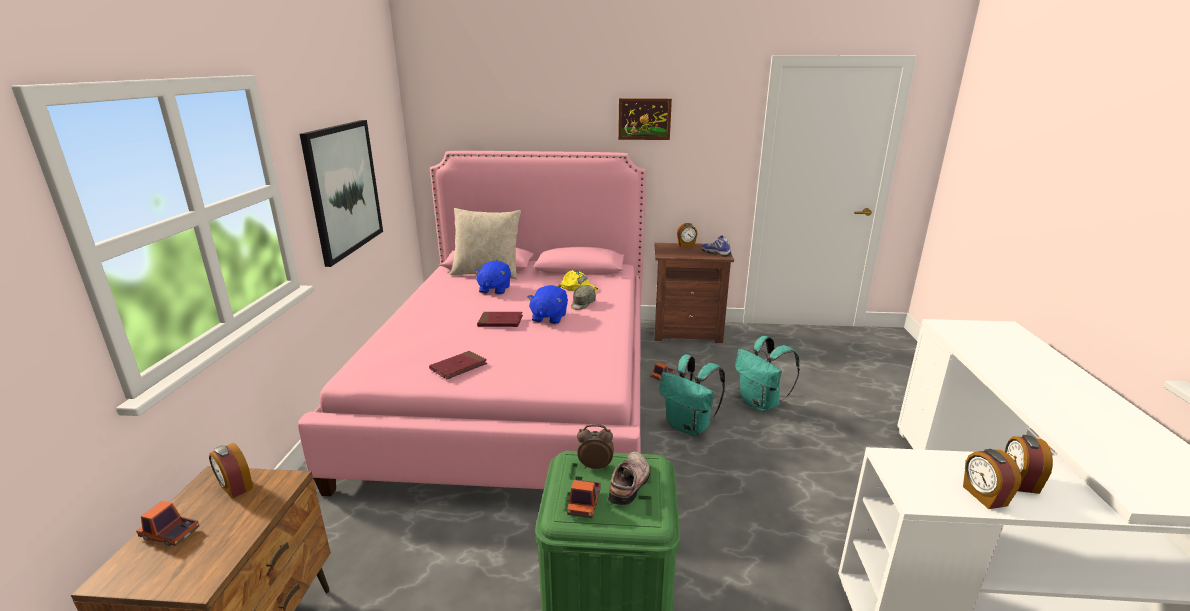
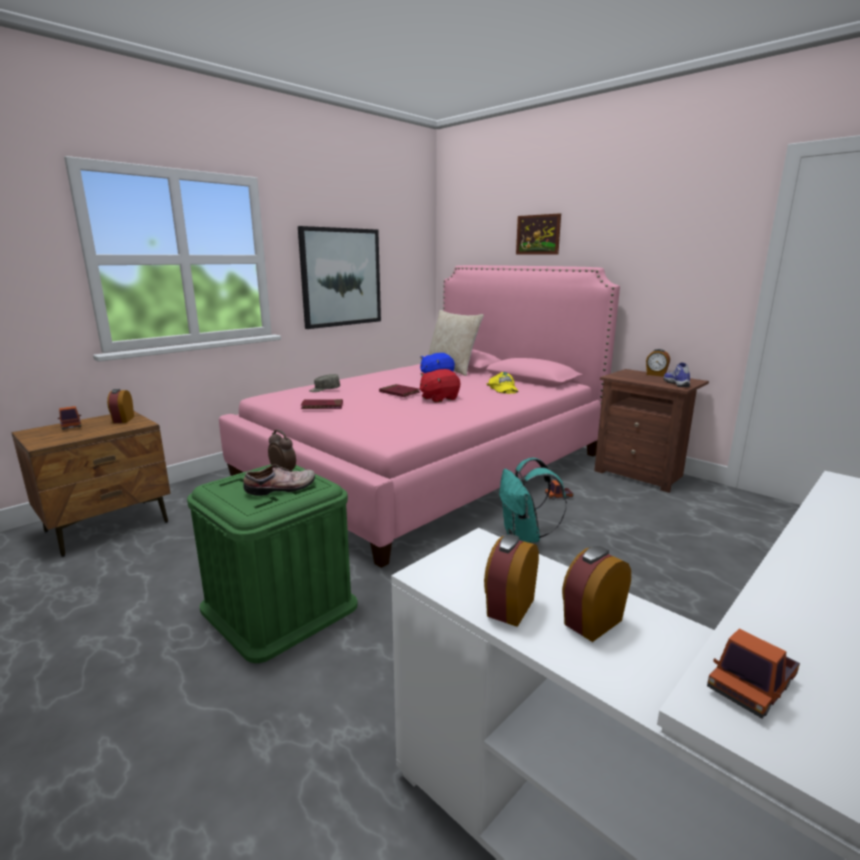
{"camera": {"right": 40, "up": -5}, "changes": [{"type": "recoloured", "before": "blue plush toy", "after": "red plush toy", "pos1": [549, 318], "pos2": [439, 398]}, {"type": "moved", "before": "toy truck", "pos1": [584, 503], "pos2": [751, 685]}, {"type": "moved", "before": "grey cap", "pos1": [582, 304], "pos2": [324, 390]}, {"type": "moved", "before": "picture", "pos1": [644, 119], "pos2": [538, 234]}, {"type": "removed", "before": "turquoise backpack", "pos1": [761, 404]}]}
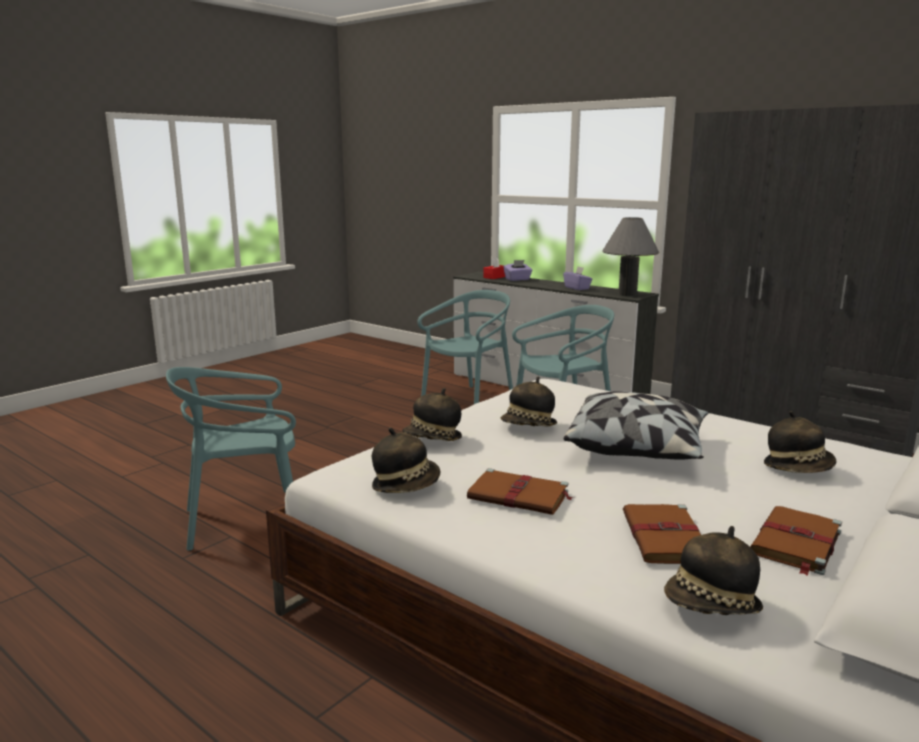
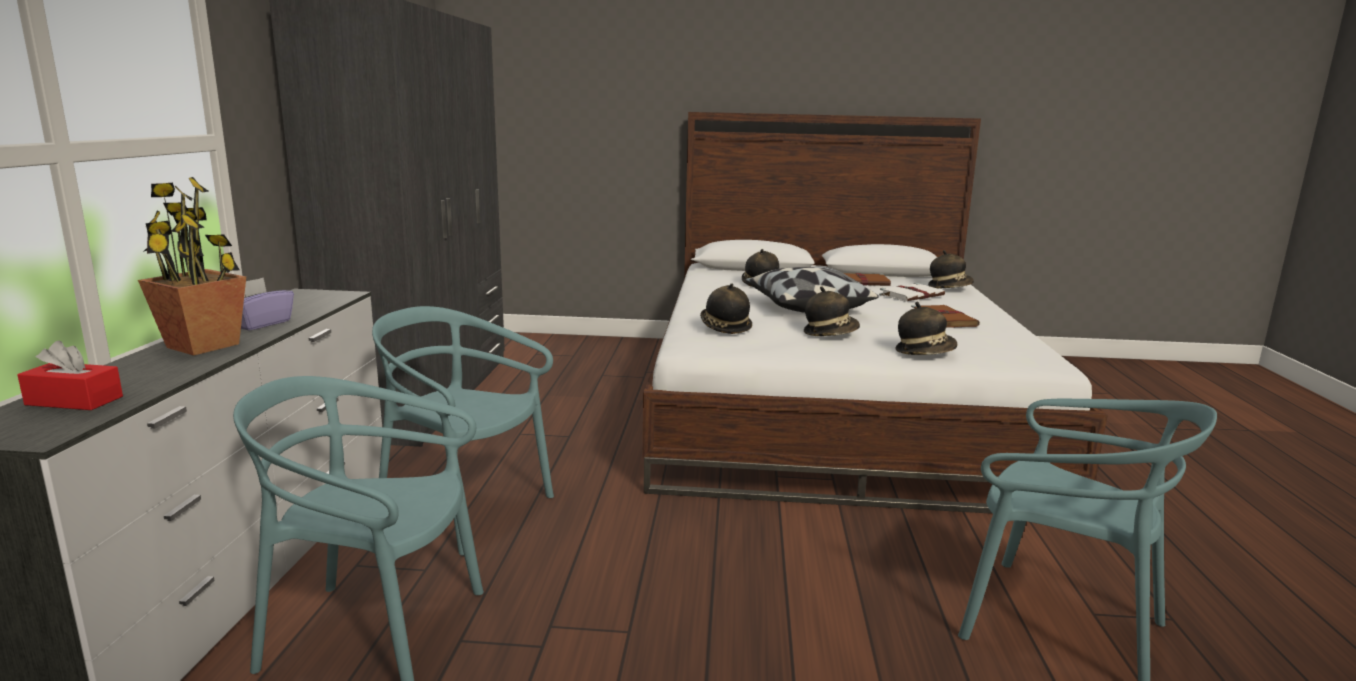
{"camera": {"right": -125, "up": 0}, "changes": [{"type": "moved", "before": "hat", "pos1": [406, 485], "pos2": [724, 327]}, {"type": "removed", "before": "purple tissue box", "pos1": [517, 279]}, {"type": "removed", "before": "grey table lamp", "pos1": [627, 294]}, {"type": "recoloured", "before": "brown book", "after": "white book", "pos1": [665, 538], "pos2": [912, 295]}, {"type": "added", "after": "potted plant", "pos2": [203, 346]}]}
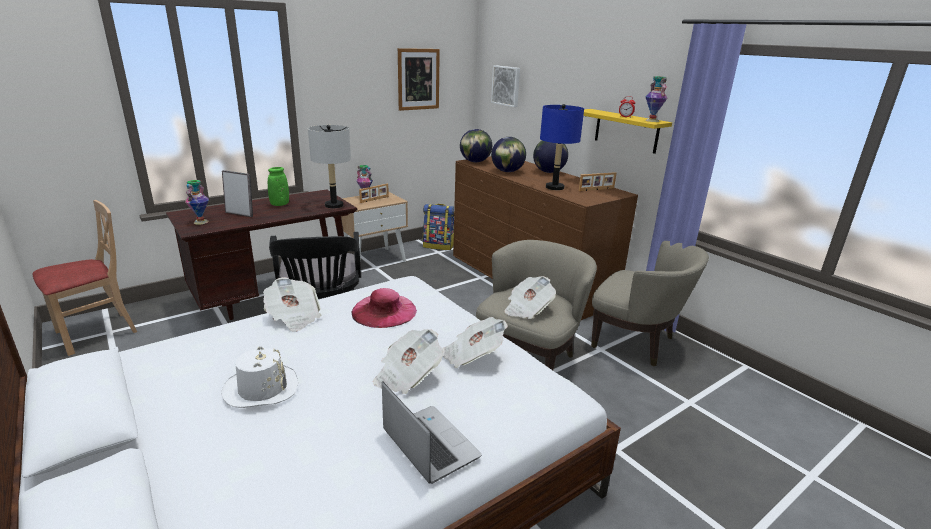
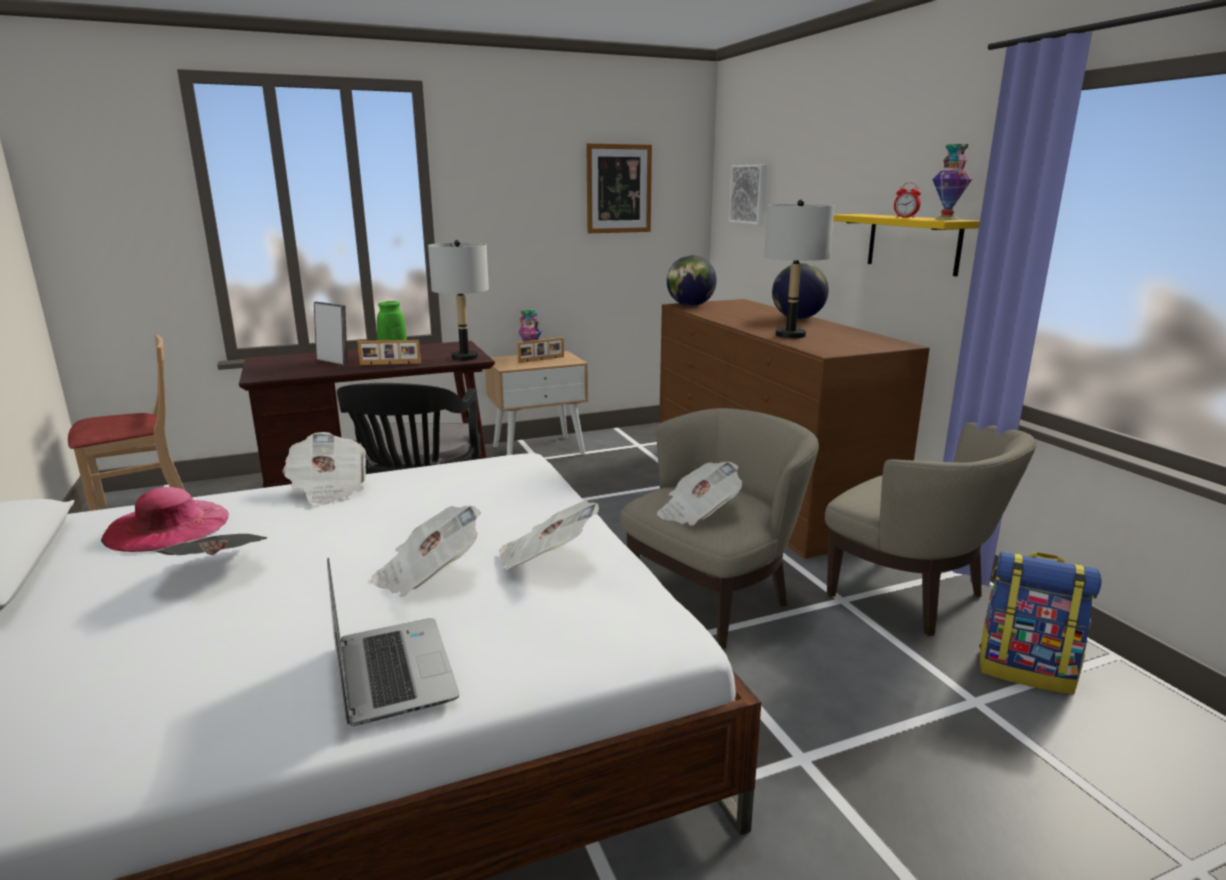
{"camera": {"right": 15, "up": -5}, "changes": [{"type": "removed", "before": "vase", "pos1": [201, 222]}, {"type": "replaced", "before": "white hat", "after": "newspaper", "pos1": [261, 388], "pos2": [217, 570]}, {"type": "moved", "before": "pink hat", "pos1": [384, 311], "pos2": [167, 526]}, {"type": "moved", "before": "backpack", "pos1": [439, 246], "pos2": [1026, 670]}, {"type": "removed", "before": "globe", "pos1": [507, 171]}, {"type": "recoloured", "before": "blue table lamp", "after": "grey table lamp", "pos1": [555, 187], "pos2": [790, 335]}, {"type": "moved", "before": "picture frame", "pos1": [596, 189], "pos2": [390, 364]}]}
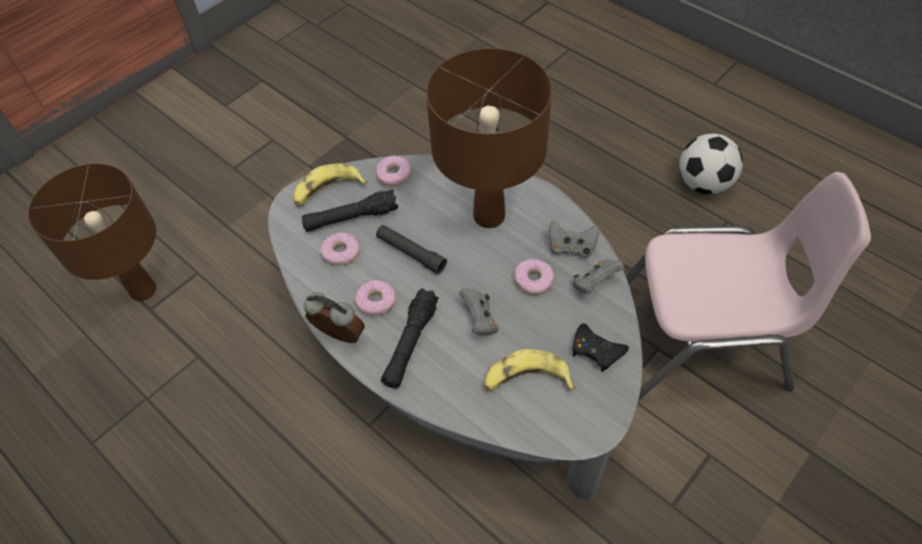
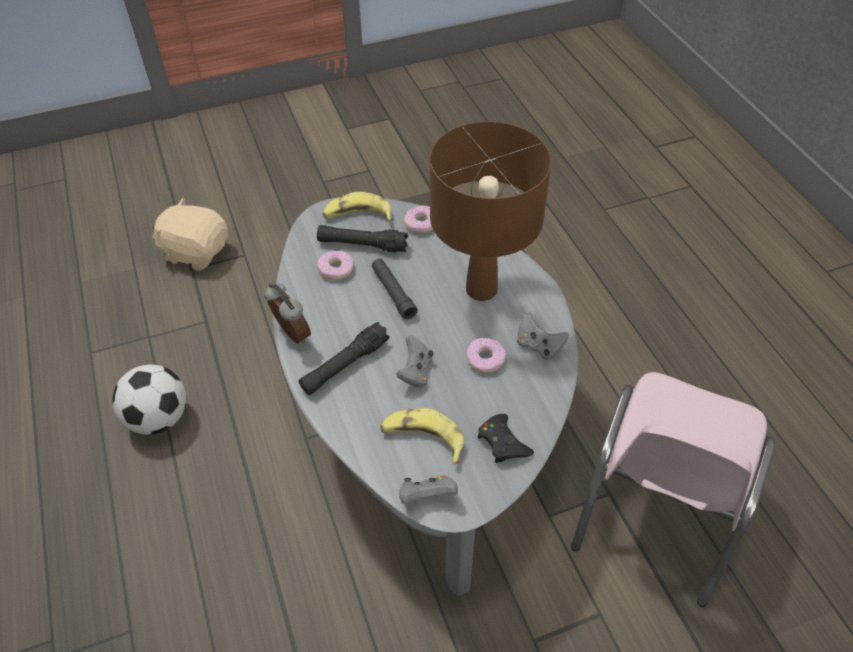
{"camera": {"right": 25, "up": -5}, "changes": [{"type": "replaced", "before": "brown table lamp", "after": "beige plush toy", "pos1": [143, 290], "pos2": [196, 252]}, {"type": "removed", "before": "donut", "pos1": [376, 301]}, {"type": "moved", "before": "grey game controller", "pos1": [594, 284], "pos2": [427, 496]}, {"type": "turned", "before": "pink chair", "pos1": [701, 340], "pos2": [658, 506], "turn": 90}, {"type": "moved", "before": "football", "pos1": [703, 184], "pos2": [159, 418]}]}
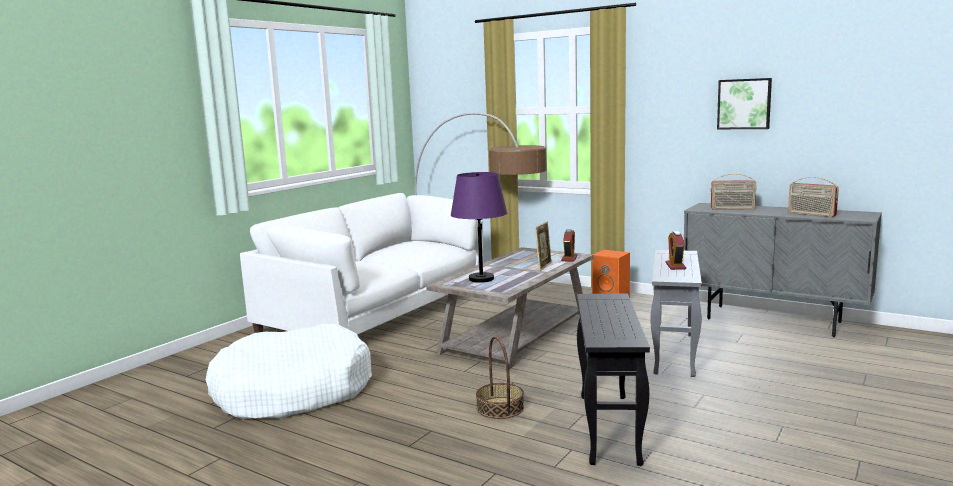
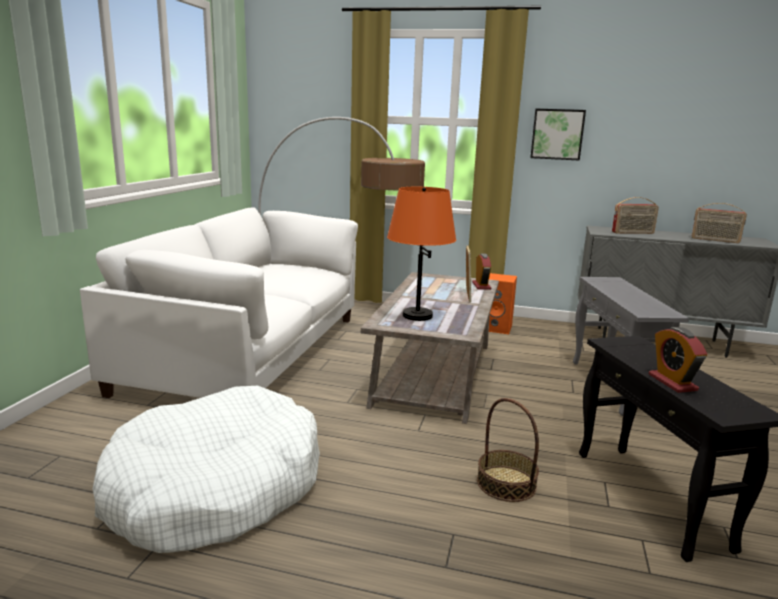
{"camera": {"right": -20, "up": 5}, "changes": [{"type": "recoloured", "before": "purple table lamp", "after": "orange table lamp", "pos1": [481, 279], "pos2": [417, 315]}, {"type": "moved", "before": "alarm clock", "pos1": [675, 266], "pos2": [672, 382]}, {"type": "moved", "before": "picture", "pos1": [744, 104], "pos2": [557, 134]}]}
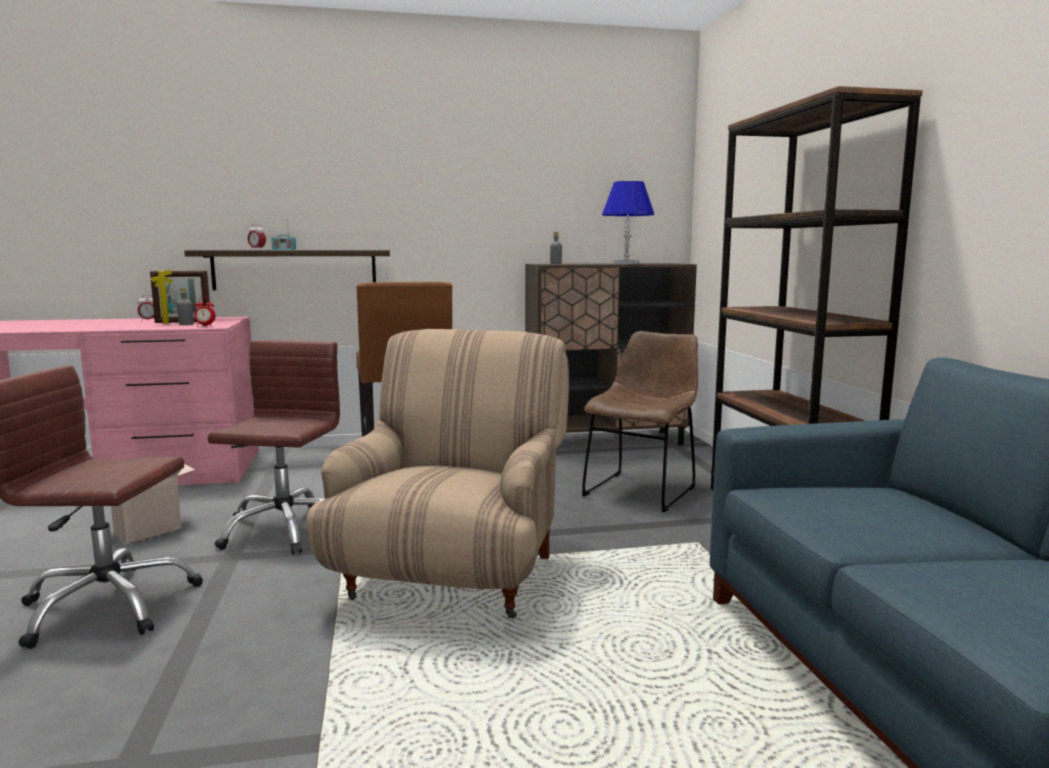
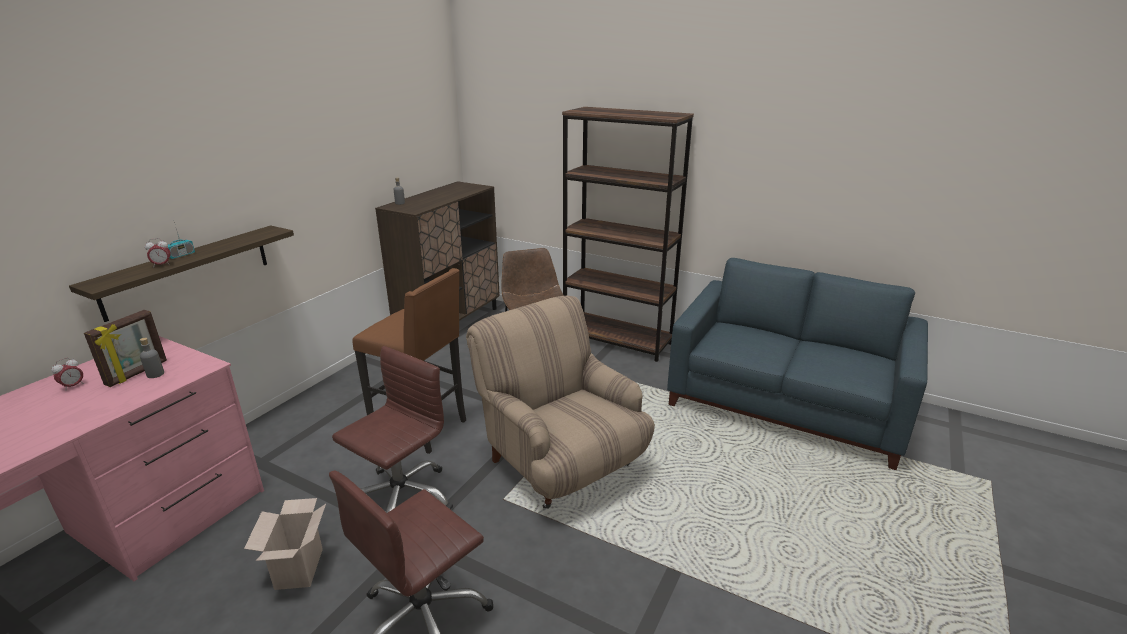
{"camera": {"right": -50, "up": 15}, "changes": [{"type": "removed", "before": "alarm clock", "pos1": [205, 326]}, {"type": "turned", "before": "brown office chair", "pos1": [284, 529], "pos2": [401, 499], "turn": 75}, {"type": "removed", "before": "blue table lamp", "pos1": [626, 263]}]}
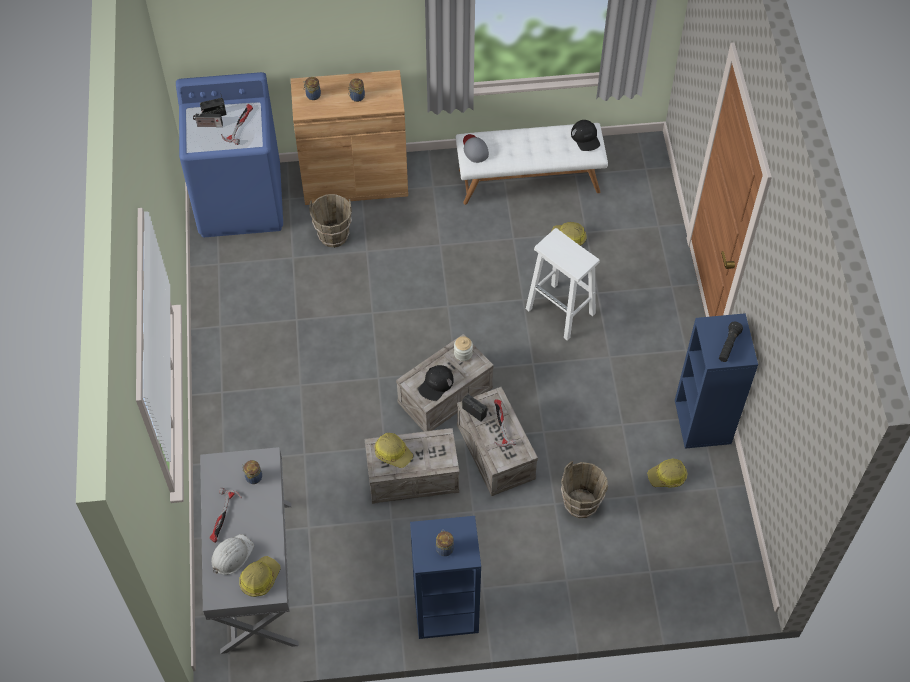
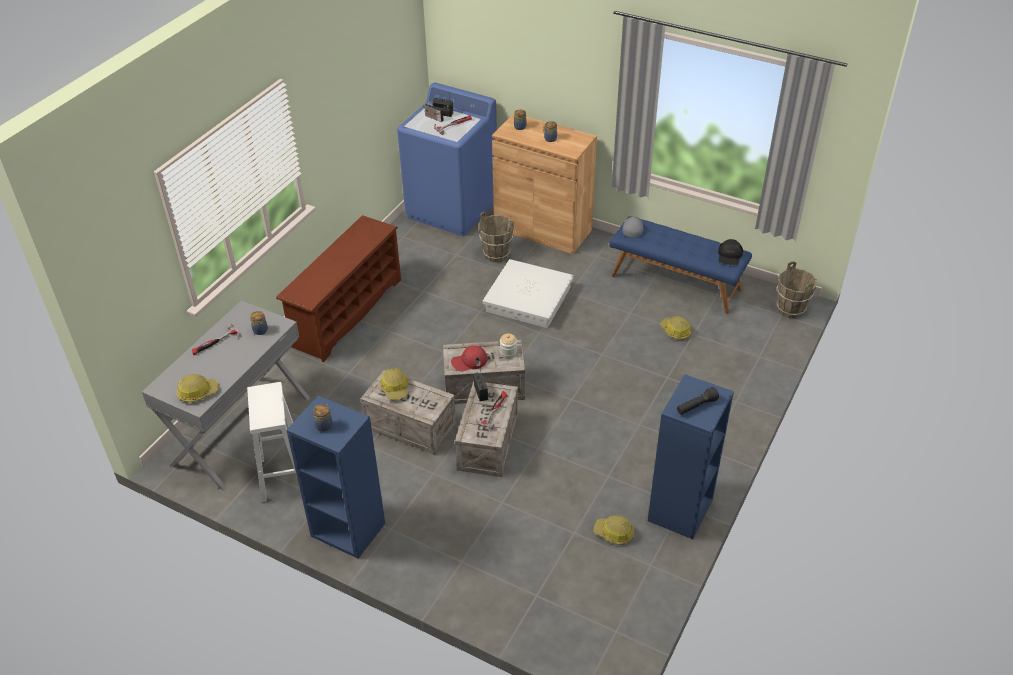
{"camera": {"right": 35, "up": -15}, "changes": [{"type": "removed", "before": "white hard hat", "pos1": [231, 555]}, {"type": "recoloured", "before": "black cap", "after": "red cap", "pos1": [436, 384], "pos2": [469, 361]}, {"type": "recoloured", "before": "white bench", "after": "blue bench", "pos1": [529, 180], "pos2": [676, 282]}, {"type": "moved", "before": "white stool", "pos1": [561, 311], "pos2": [283, 477]}, {"type": "moved", "before": "brown bucket", "pos1": [580, 504], "pos2": [790, 310]}, {"type": "added", "after": "brown shoe rack", "pos2": [346, 312]}, {"type": "added", "after": "white storage box", "pos2": [529, 299]}]}
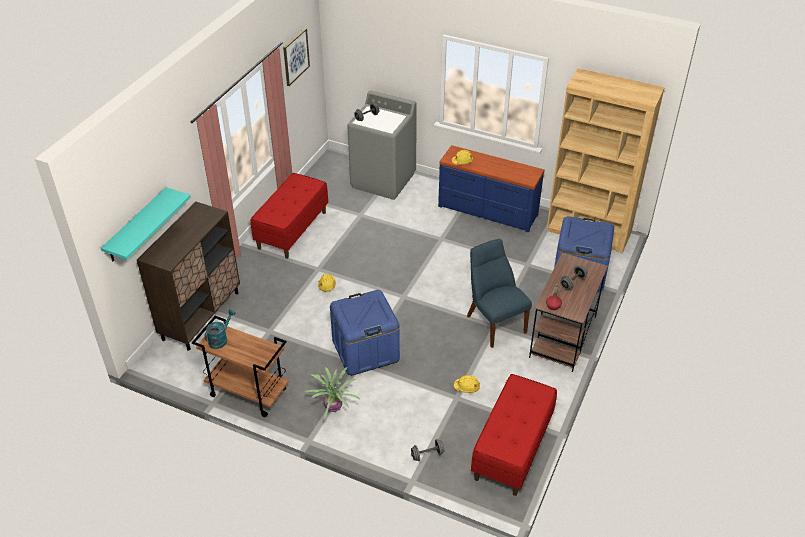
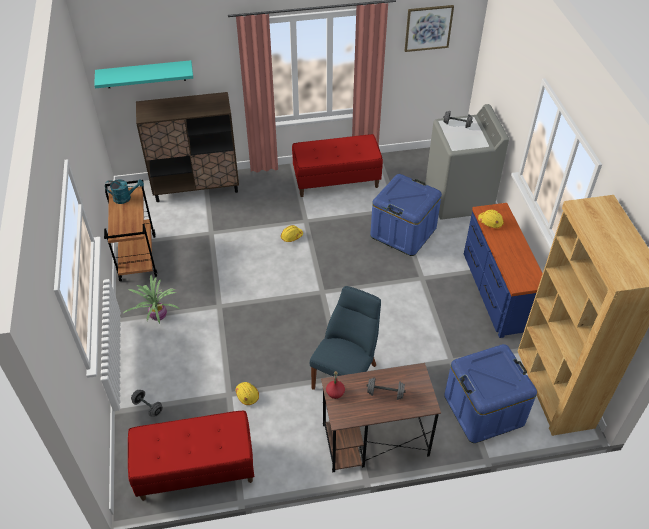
{"camera": {"right": 55, "up": 5}, "changes": [{"type": "moved", "before": "blue storage box", "pos1": [365, 350], "pos2": [403, 232]}]}
